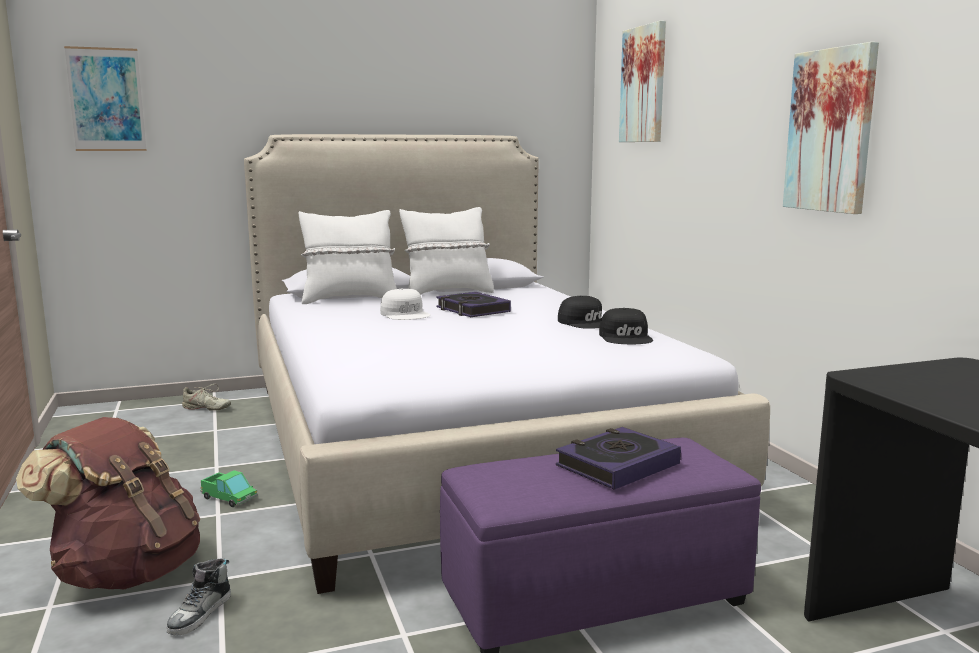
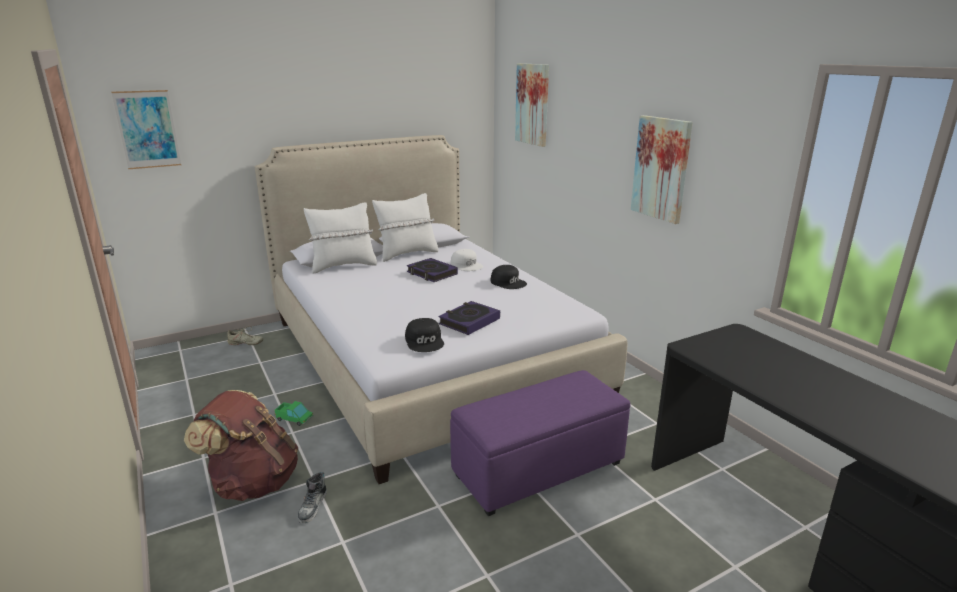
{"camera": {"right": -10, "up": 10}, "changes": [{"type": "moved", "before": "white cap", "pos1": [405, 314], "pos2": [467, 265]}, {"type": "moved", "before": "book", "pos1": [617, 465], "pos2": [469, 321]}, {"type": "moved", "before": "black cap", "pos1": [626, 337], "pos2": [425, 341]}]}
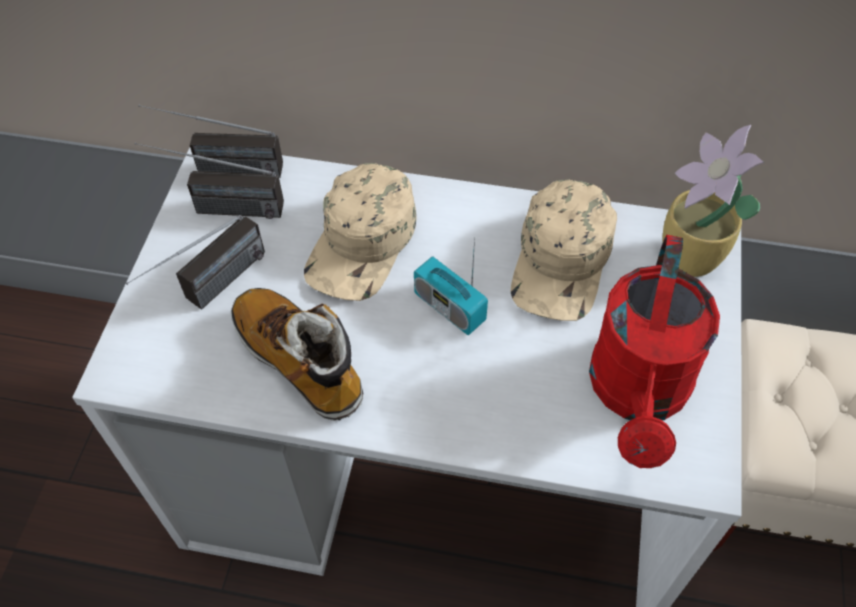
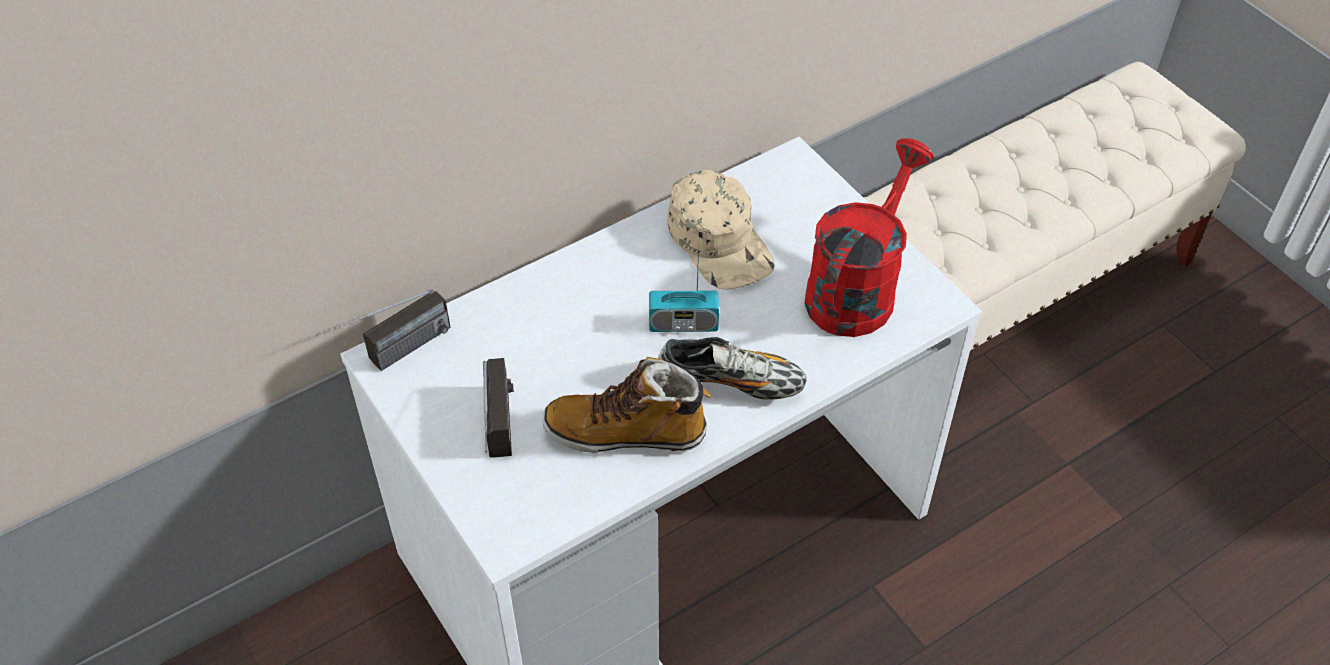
{"camera": {"right": -45, "up": -5}, "changes": [{"type": "removed", "before": "radio", "pos1": [217, 208]}, {"type": "removed", "before": "beige cap", "pos1": [363, 243]}, {"type": "turned", "before": "red watering can", "pos1": [638, 394], "pos2": [857, 287], "turn": -120}, {"type": "removed", "before": "potted plant", "pos1": [689, 259]}, {"type": "added", "after": "shoe", "pos2": [731, 382]}]}
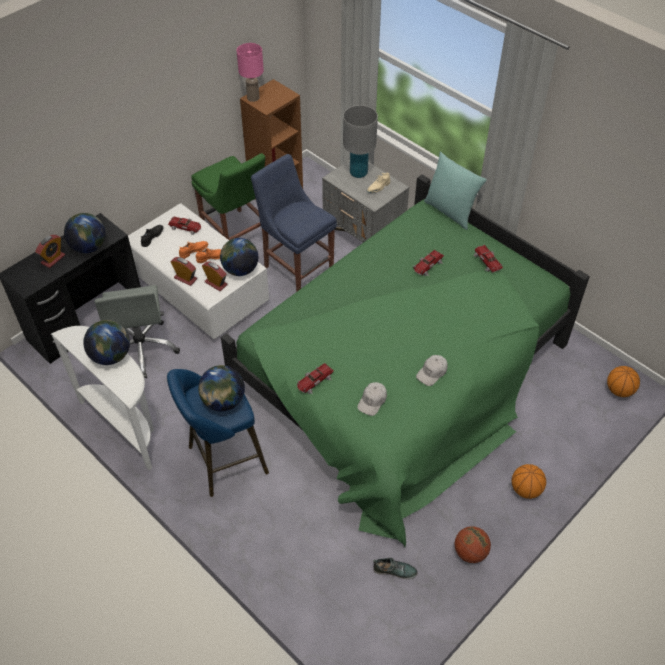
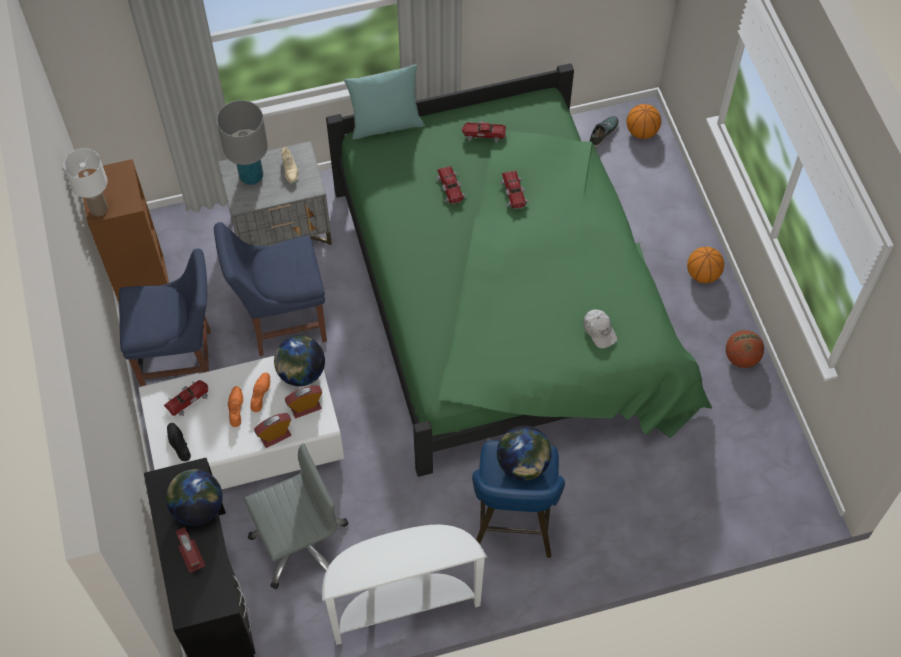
{"camera": {"right": -60, "up": 10}, "changes": [{"type": "removed", "before": "globe", "pos1": [111, 356]}, {"type": "turned", "before": "grey office chair", "pos1": [142, 349], "pos2": [300, 543], "turn": -45}, {"type": "recoloured", "before": "green chair", "after": "blue chair", "pos1": [235, 234], "pos2": [182, 361]}, {"type": "recoloured", "before": "pink table lamp", "after": "white table lamp", "pos1": [253, 98], "pos2": [99, 209]}, {"type": "moved", "before": "toy car", "pos1": [314, 381], "pos2": [514, 193]}, {"type": "moved", "before": "shoe", "pos1": [394, 570], "pos2": [603, 133]}, {"type": "removed", "before": "white cap", "pos1": [432, 373]}]}
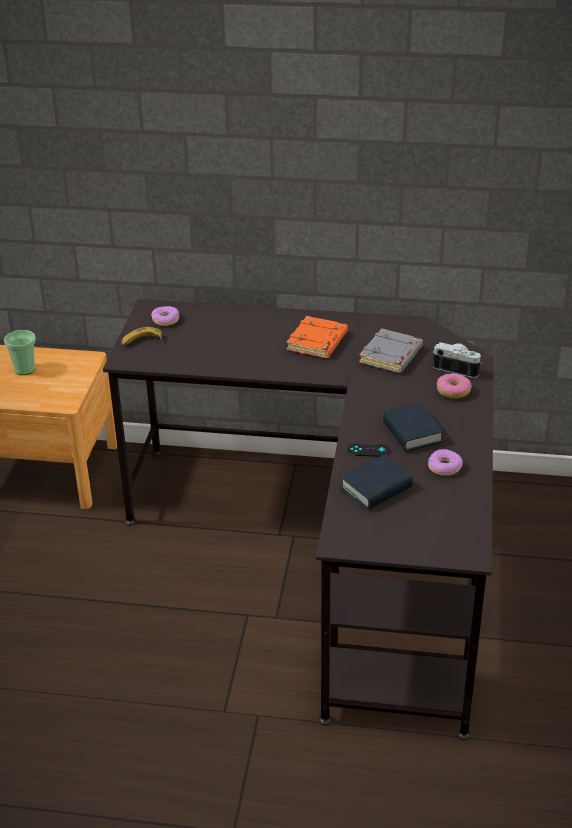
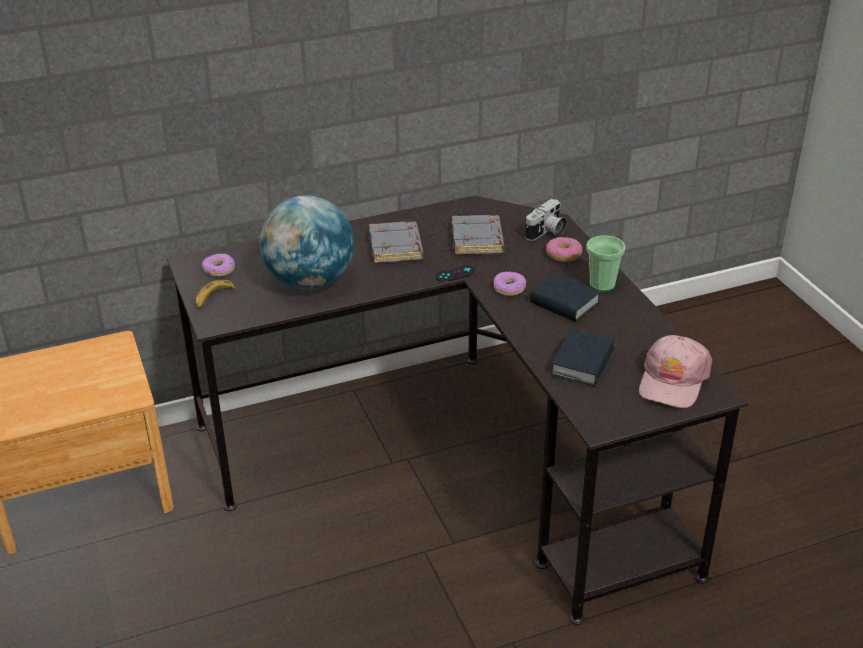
{"camera": {"right": -30, "up": 0}, "changes": [{"type": "moved", "before": "cup", "pos1": [25, 369], "pos2": [602, 284]}, {"type": "recoloured", "before": "orange book", "after": "grey book", "pos1": [317, 342], "pos2": [397, 247]}, {"type": "moved", "before": "black game controller", "pos1": [368, 450], "pos2": [455, 274]}, {"type": "moved", "before": "donut", "pos1": [444, 467], "pos2": [509, 288]}, {"type": "turned", "before": "photo camera", "pos1": [457, 368], "pos2": [547, 233], "turn": 135}, {"type": "added", "after": "globe", "pos2": [310, 282]}, {"type": "added", "after": "pink cap", "pos2": [673, 380]}]}
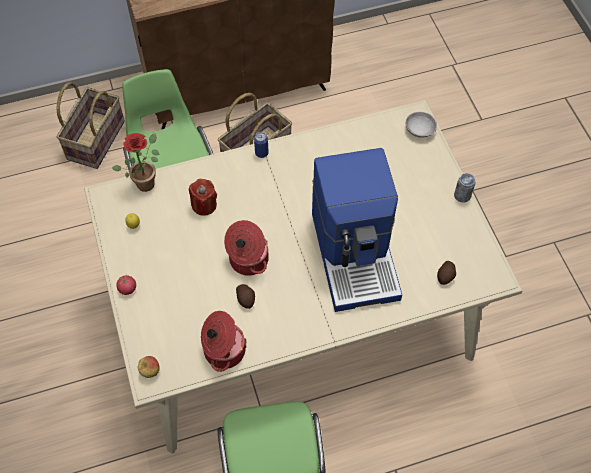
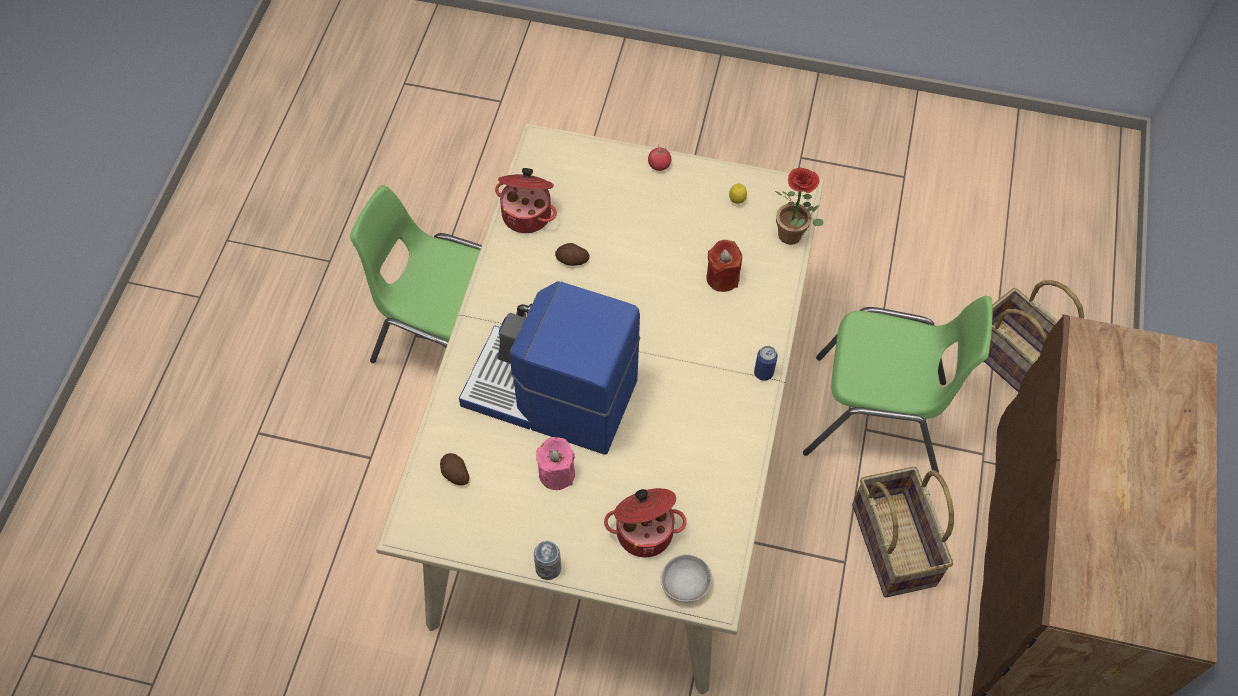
{"camera": {"right": 120, "up": 0}, "changes": [{"type": "removed", "before": "apple", "pos1": [150, 371]}, {"type": "moved", "before": "cooking pot", "pos1": [247, 260], "pos2": [644, 530]}, {"type": "added", "after": "pink candle", "pos2": [556, 473]}]}
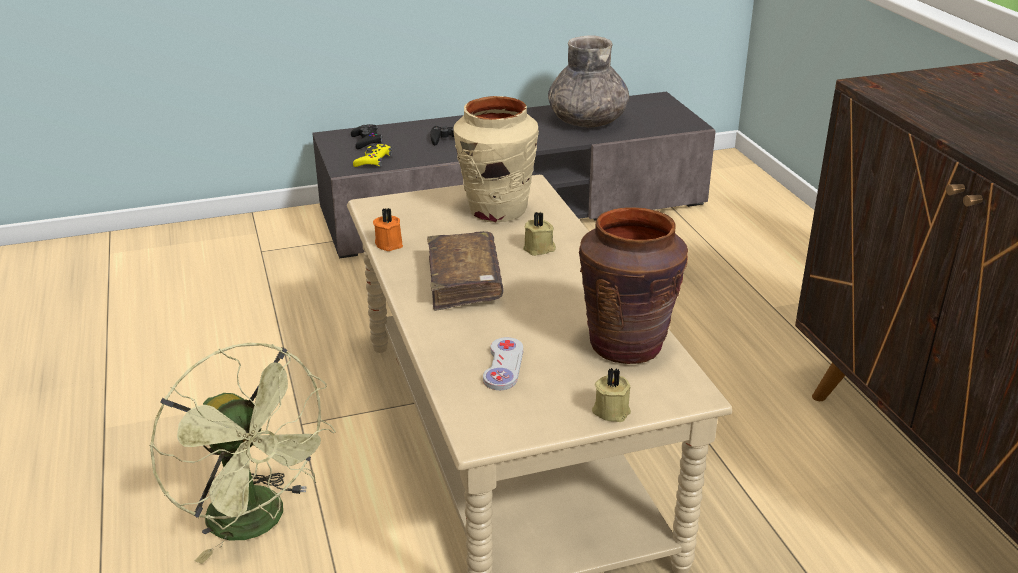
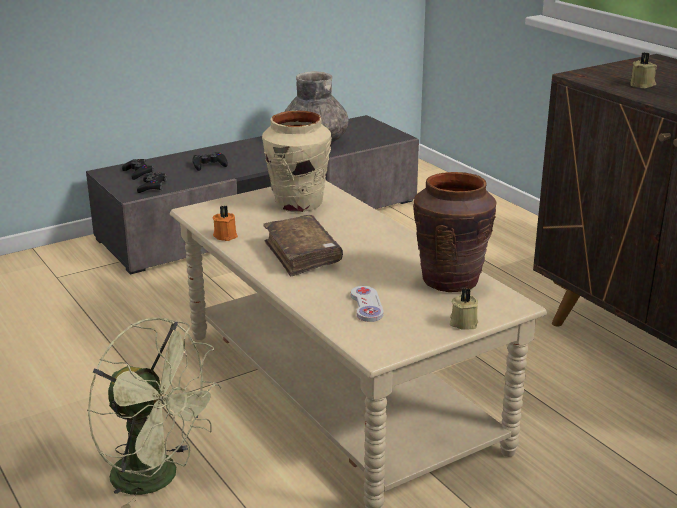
{"camera": {"right": -15, "up": -5}, "changes": [{"type": "recoloured", "before": "yellow game controller", "after": "black game controller", "pos1": [373, 161], "pos2": [152, 187]}, {"type": "moved", "before": "beige candle", "pos1": [539, 249], "pos2": [642, 85]}]}
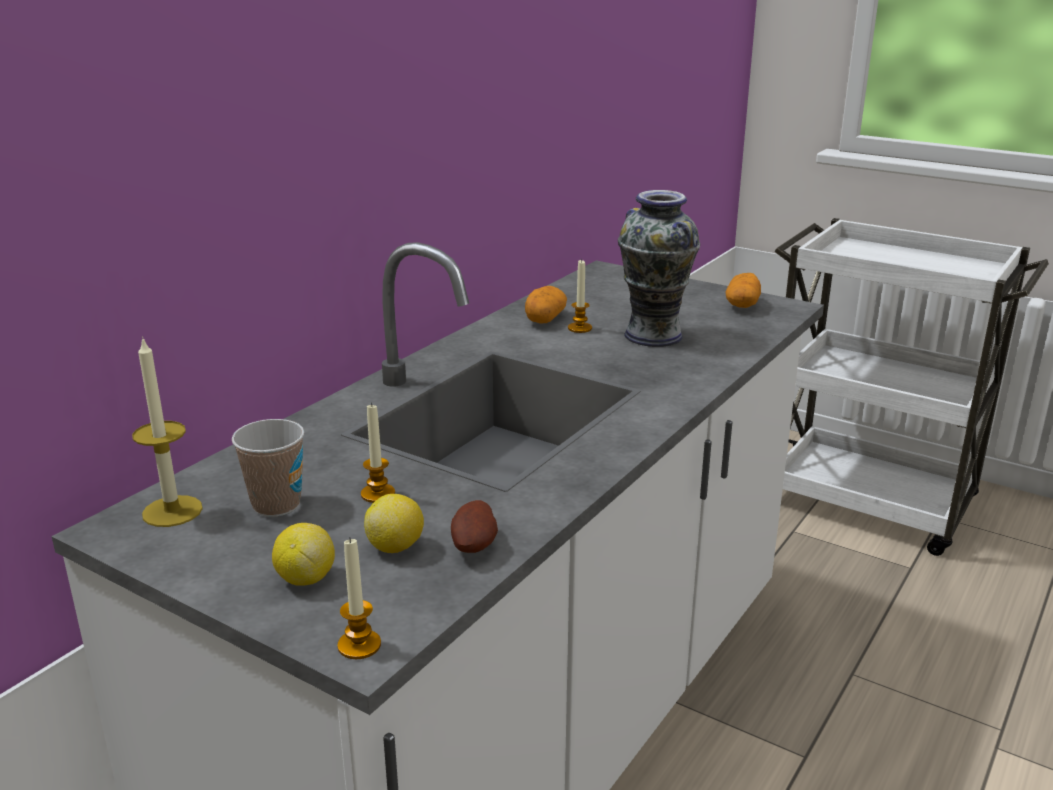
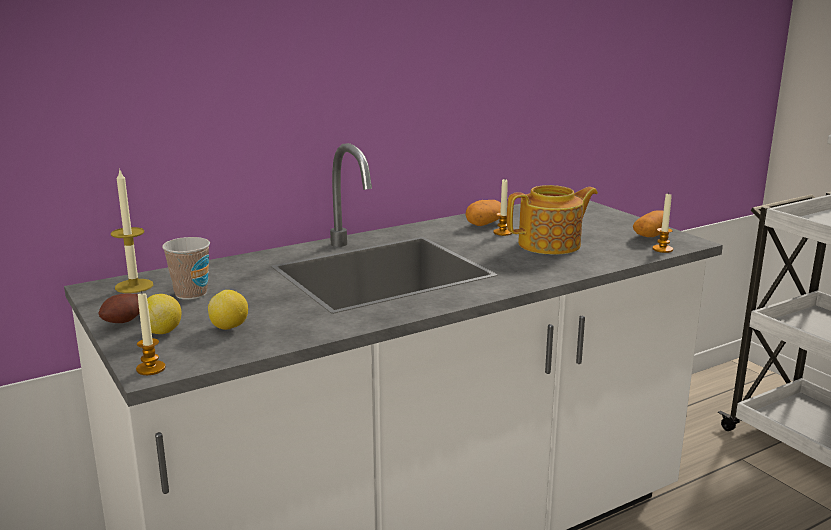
{"camera": {"right": 25, "up": -5}, "changes": [{"type": "moved", "before": "candle", "pos1": [378, 494], "pos2": [662, 249]}, {"type": "moved", "before": "potato", "pos1": [475, 546], "pos2": [126, 322]}, {"type": "replaced", "before": "vase", "after": "teapot", "pos1": [652, 336], "pos2": [551, 244]}]}
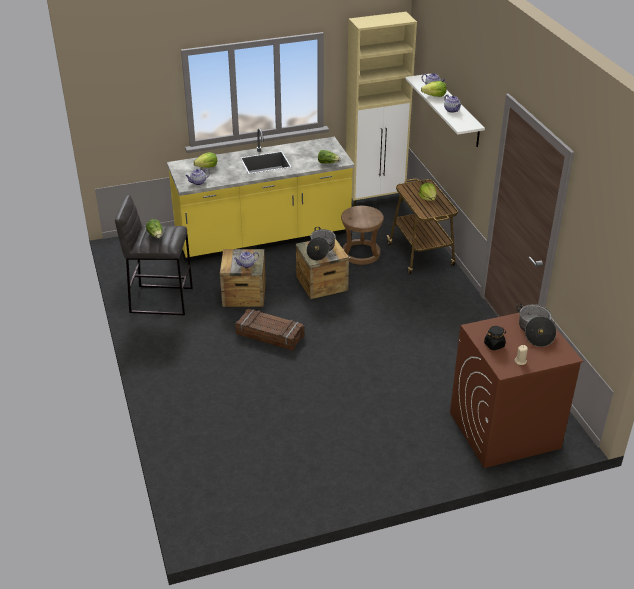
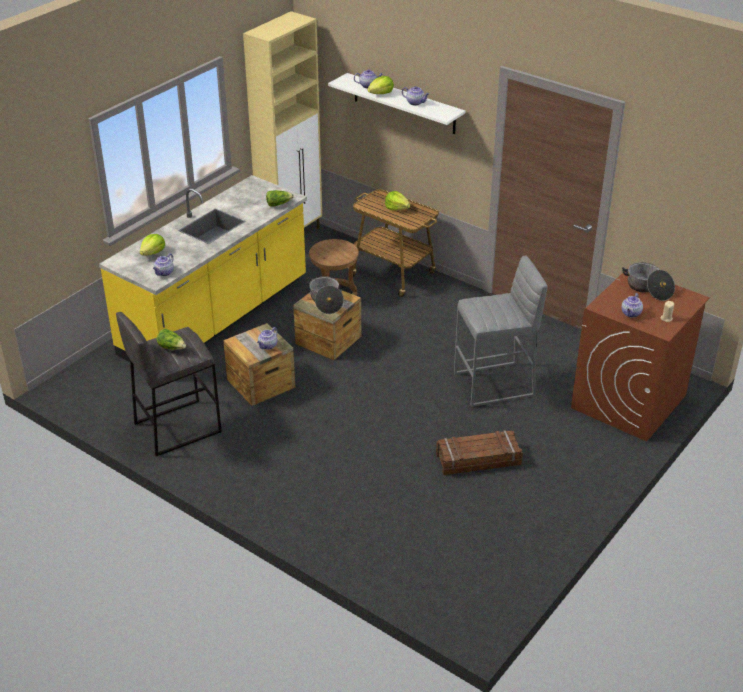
{"camera": {"right": -35, "up": 0}, "changes": [{"type": "moved", "before": "crate", "pos1": [270, 334], "pos2": [478, 459]}, {"type": "replaced", "before": "black jar", "after": "teapot", "pos1": [494, 345], "pos2": [631, 314]}, {"type": "added", "after": "grey stool", "pos2": [495, 384]}]}
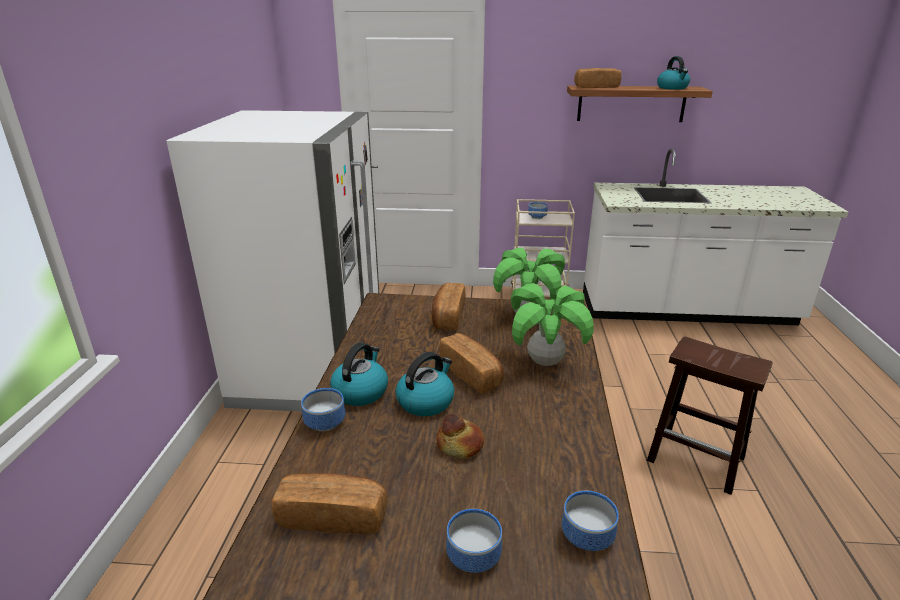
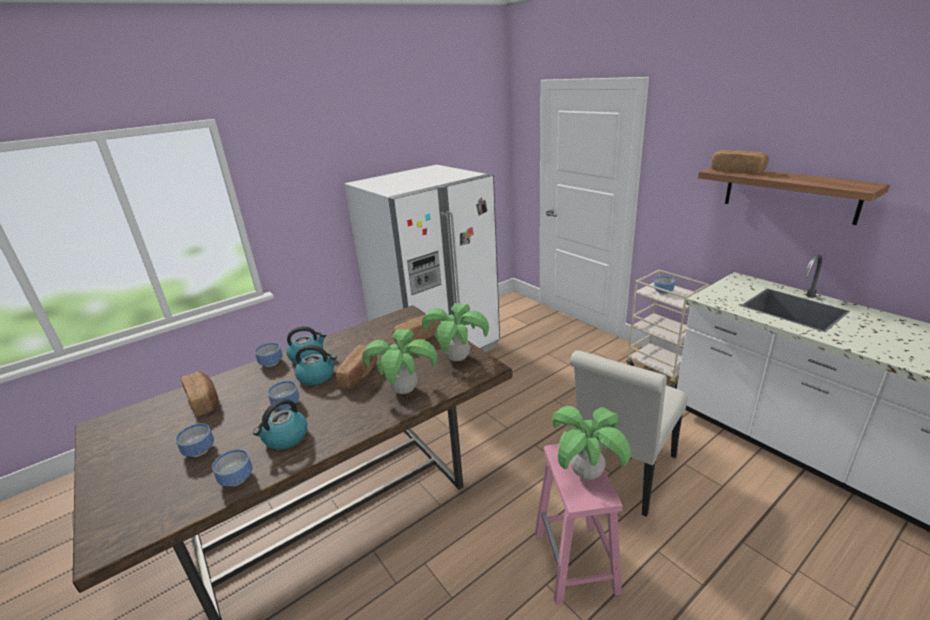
{"camera": {"right": 50, "up": 0}, "changes": [{"type": "replaced", "before": "bread", "after": "bowl", "pos1": [459, 446], "pos2": [285, 405]}, {"type": "recoloured", "before": "brown stool", "after": "pink stool", "pos1": [697, 459], "pos2": [576, 562]}, {"type": "moved", "before": "kettle", "pos1": [672, 88], "pos2": [285, 438]}, {"type": "added", "after": "potted plant", "pos2": [587, 473]}, {"type": "added", "after": "white chair", "pos2": [622, 475]}]}
